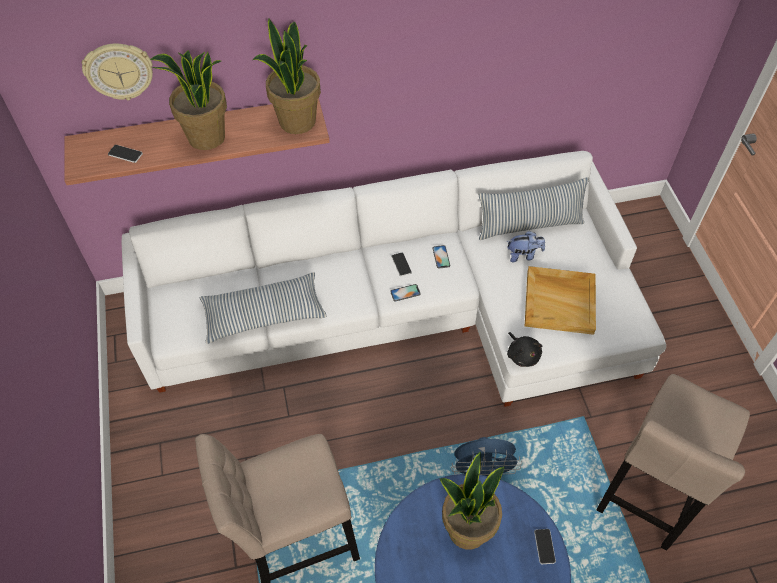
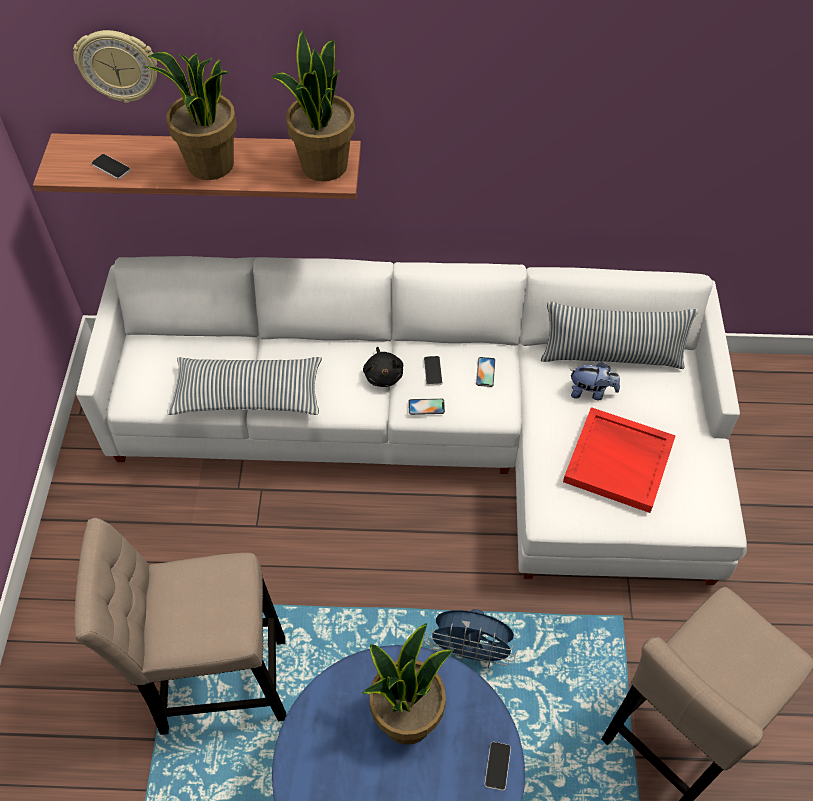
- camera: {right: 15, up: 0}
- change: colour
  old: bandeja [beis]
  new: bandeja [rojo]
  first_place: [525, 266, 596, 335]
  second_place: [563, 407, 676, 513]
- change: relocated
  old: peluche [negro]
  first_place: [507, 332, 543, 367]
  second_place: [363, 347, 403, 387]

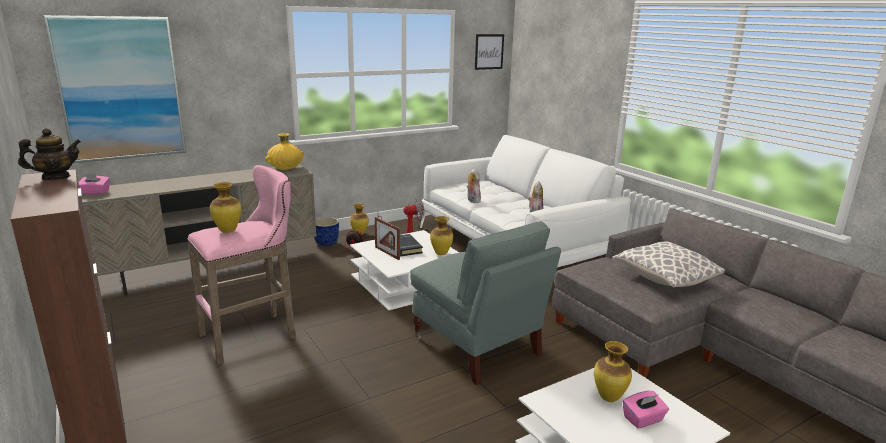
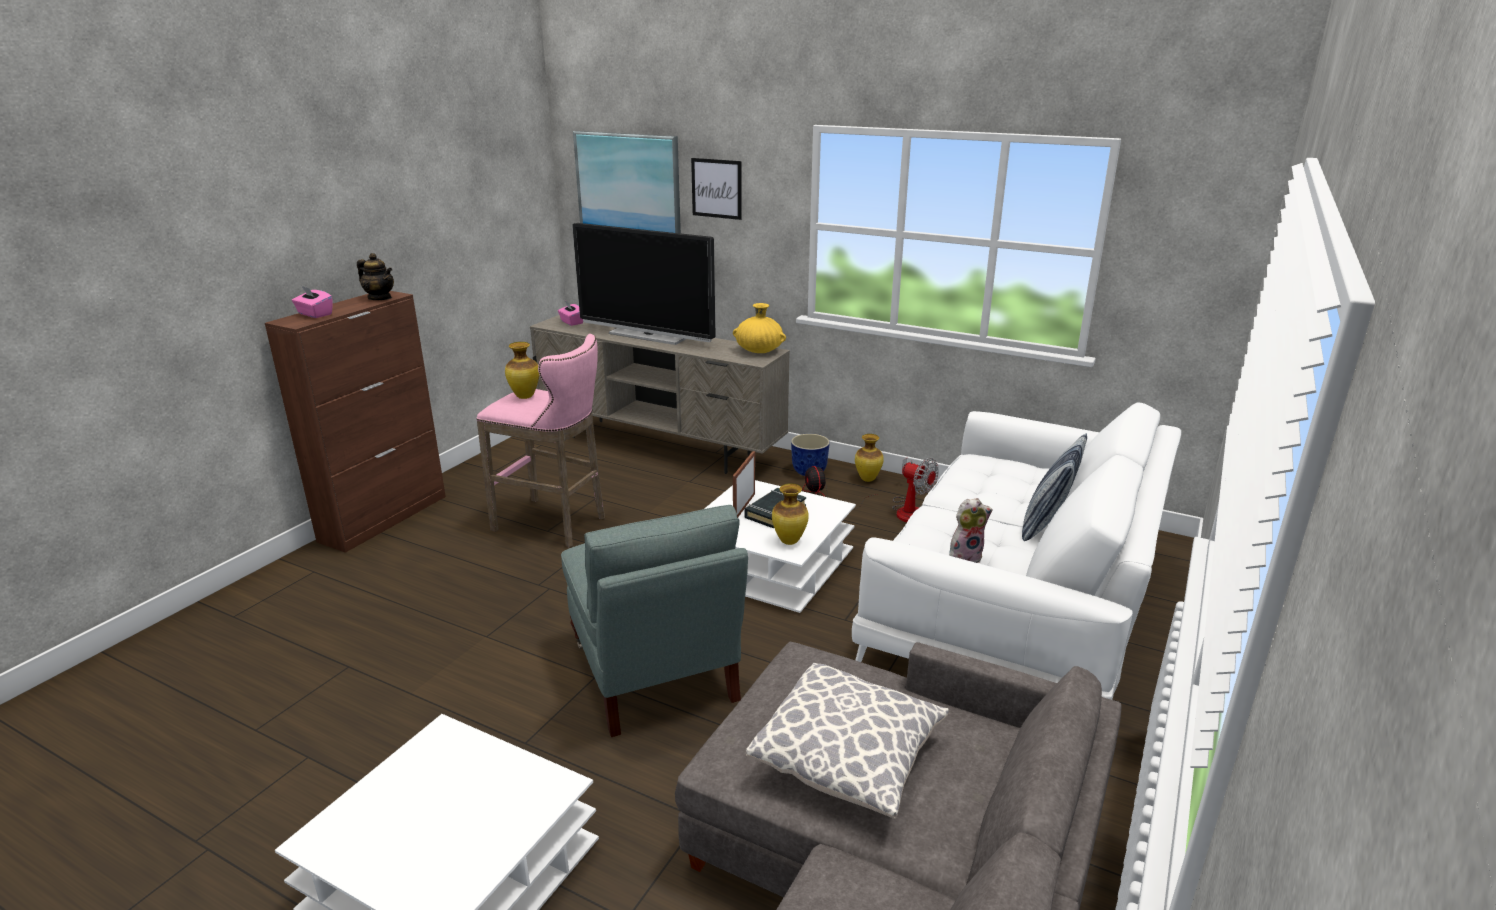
- camera: {right: 60, up: 5}
- change: relocated
  old: cuadro
  first_place: [475, 34, 504, 70]
  second_place: [691, 158, 742, 220]
- change: missing
  old: peluche
  first_place: [467, 169, 481, 203]
- change: spun
  old: sillón [gris]
  first_place: [410, 221, 561, 385]
  second_place: [561, 505, 748, 737]
  degrees: -45
- change: missing
  old: florero
  first_place: [594, 341, 632, 402]
- change: relocated
  old: caja de pañuelos [rosa]
  first_place: [623, 391, 669, 429]
  second_place: [292, 286, 333, 318]
- change: appeared
  new: televisor
  second_place: [572, 223, 716, 345]
- change: appeared
  new: cojín
  second_place: [1022, 434, 1087, 541]

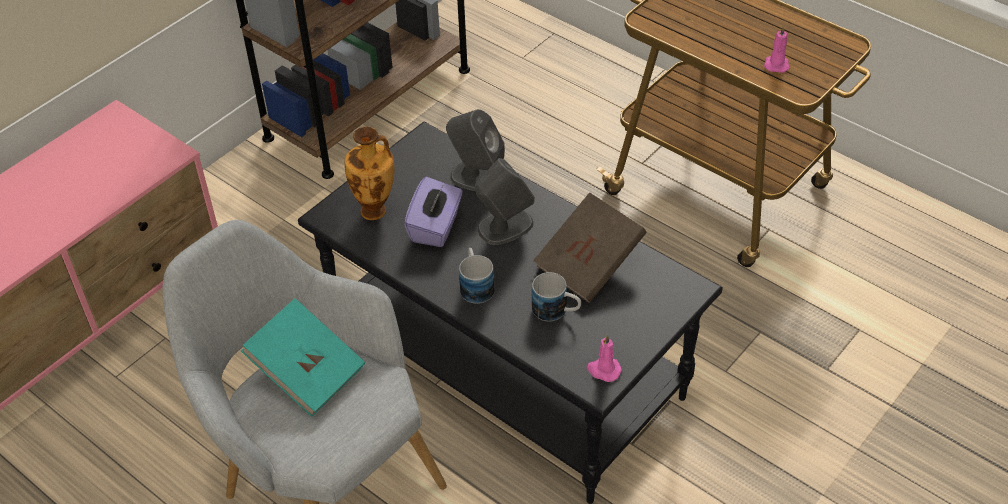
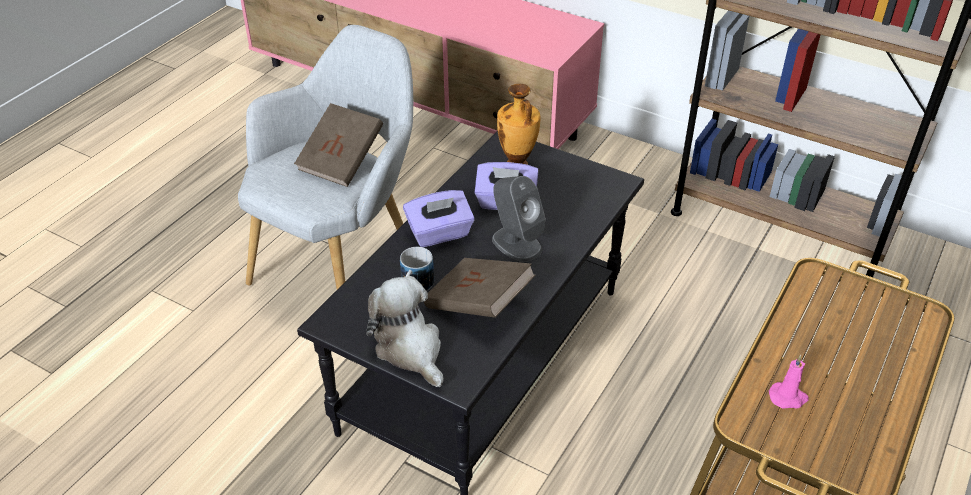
- camera: {right: 80, up: -5}
- change: missing
  old: altavoz [gris]
  first_place: [446, 109, 505, 191]
- change: exchanged
  old: taza grande
  new: caja de pañuelos [morado]
  first_place: [459, 248, 495, 304]
  second_place: [403, 190, 475, 247]
- change: colour
  old: libro [turquesa]
  new: libro [marrón]
  first_place: [241, 298, 365, 417]
  second_place: [294, 103, 383, 187]
- change: missing
  old: vela [rosa]
  first_place: [587, 334, 622, 382]
- change: appeared
  new: peluche
  second_place: [366, 276, 444, 387]

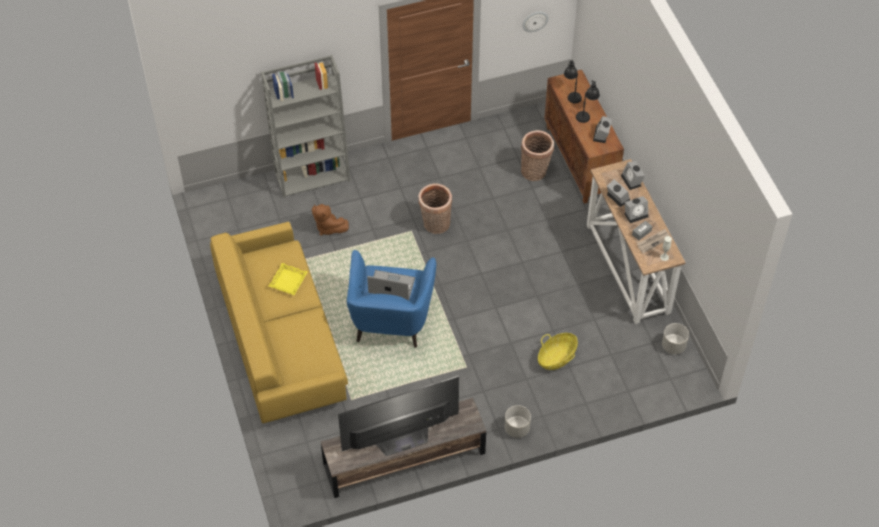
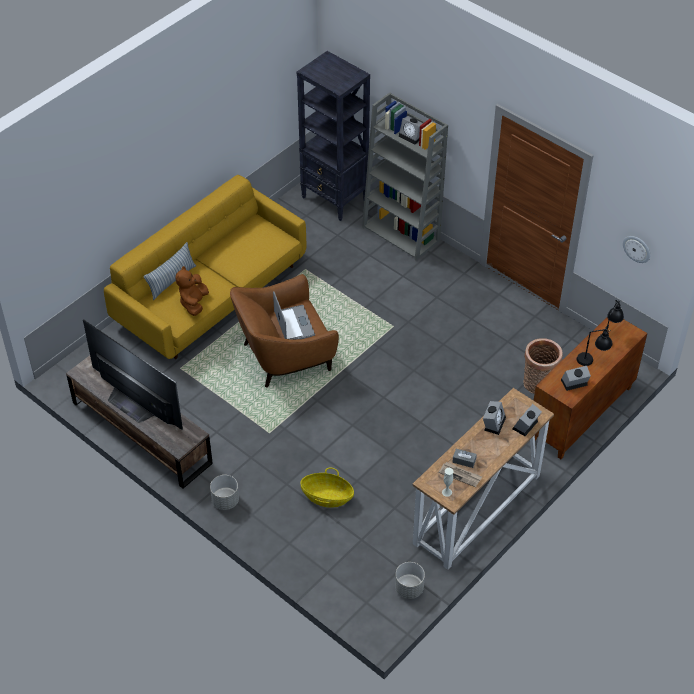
- camera: {right: 60, up: -5}
- change: missing
  old: cesta
  first_place: [419, 183, 453, 234]
- change: relocated
  old: despertador
  first_place: [624, 196, 648, 223]
  second_place: [399, 116, 423, 144]
- change: relocated
  old: peluche [marrón]
  first_place: [312, 204, 349, 236]
  second_place: [175, 266, 209, 316]
- change: colour
  old: sillón [azul]
  new: sillón [marrón]
  first_place: [347, 250, 436, 348]
  second_place: [230, 274, 339, 388]
- change: missing
  old: bandeja [amarillo]
  first_place: [269, 263, 308, 295]
- change: appeared
  new: estantería [negro]
  second_place: [297, 51, 370, 221]
- change: appeared
  new: cojín
  second_place: [143, 242, 196, 300]

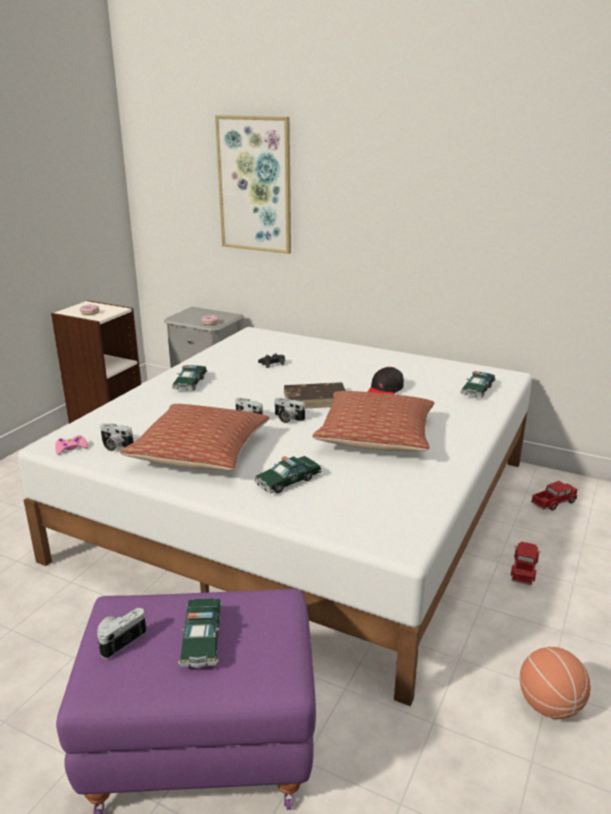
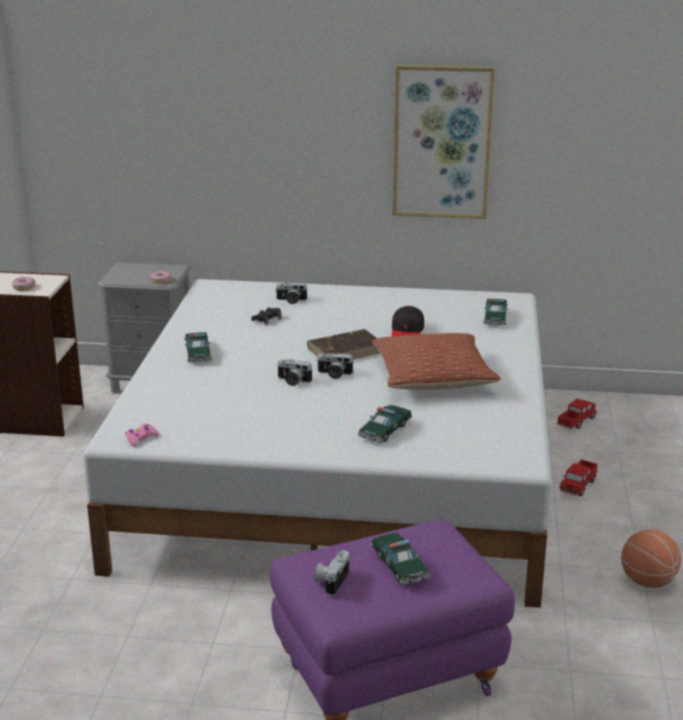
- camera: {right: -20, up: 0}
- change: relocated
  old: cuadro
  first_place: [215, 115, 291, 254]
  second_place: [393, 65, 495, 219]
- change: missing
  old: cojín
  first_place: [120, 404, 270, 470]
- change: relocated
  old: cámara
  first_place: [100, 423, 134, 451]
  second_place: [275, 282, 308, 304]
- change: spun
  old: camión de juguete
  first_place: [511, 542, 540, 586]
  second_place: [560, 459, 598, 496]
  degrees: -150

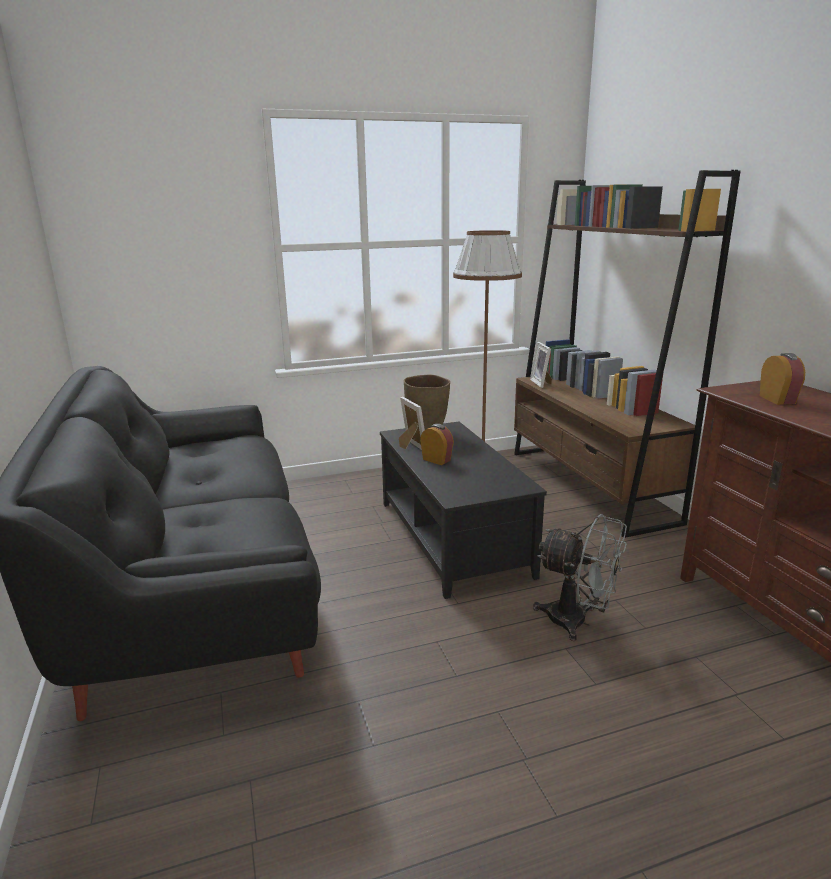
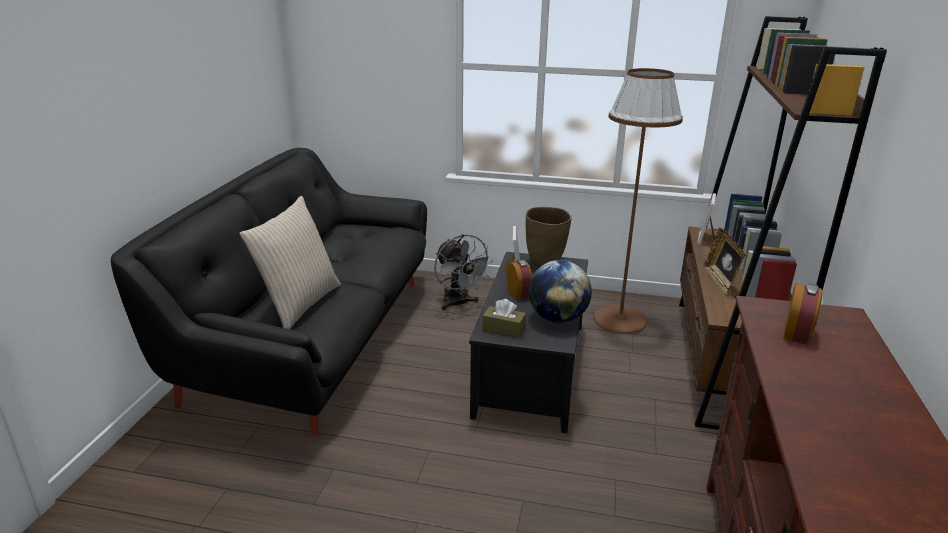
- camera: {right: 30, up: 5}
- change: relocated
  old: ventilador [gris]
  first_place: [533, 514, 627, 641]
  second_place: [434, 234, 494, 310]
- change: appeared
  new: cojín [beis]
  second_place: [240, 196, 341, 329]
- change: appeared
  new: portarretratos
  second_place: [703, 228, 745, 295]
- change: appeared
  new: globo terráqueo
  second_place: [529, 260, 592, 323]
- change: appeared
  new: caja de pañuelos [marrón]
  second_place: [482, 299, 526, 337]

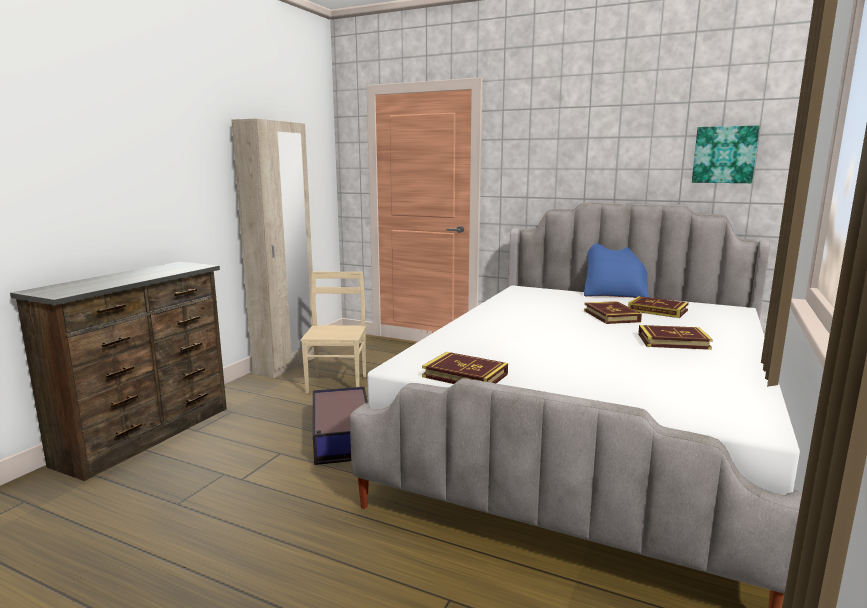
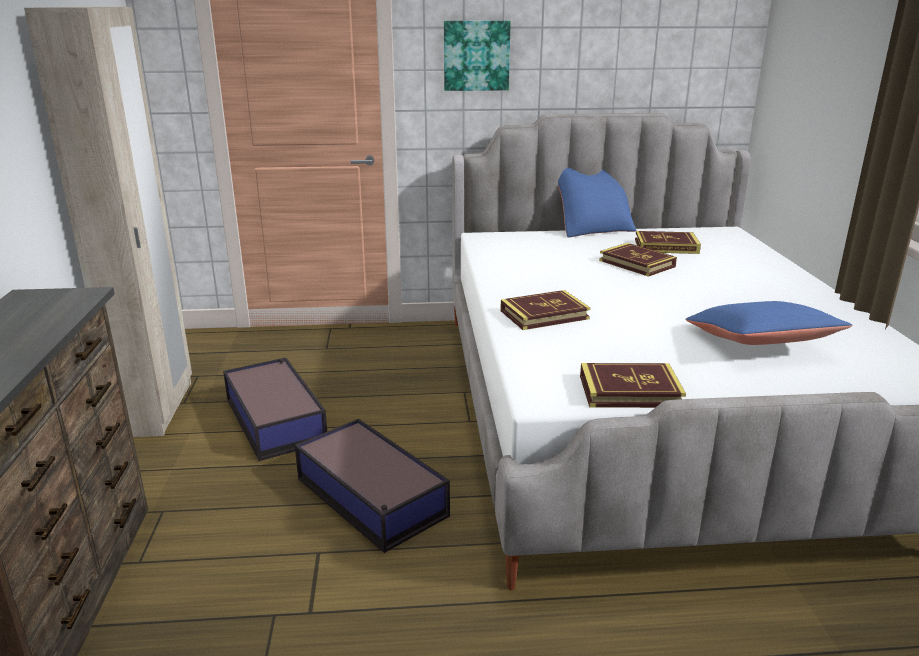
- camera: {right: -30, up: 10}
- change: relocated
  old: cuadro
  first_place: [692, 125, 760, 183]
  second_place: [444, 21, 511, 91]
- change: exchanged
  old: silla [beis]
  new: caja de almacenaje
  first_place: [301, 272, 366, 393]
  second_place: [223, 357, 327, 461]
- change: relocated
  old: libro
  first_place: [638, 325, 713, 350]
  second_place: [500, 290, 590, 330]
- change: appeared
  new: cojín [azul]
  second_place: [686, 301, 853, 345]

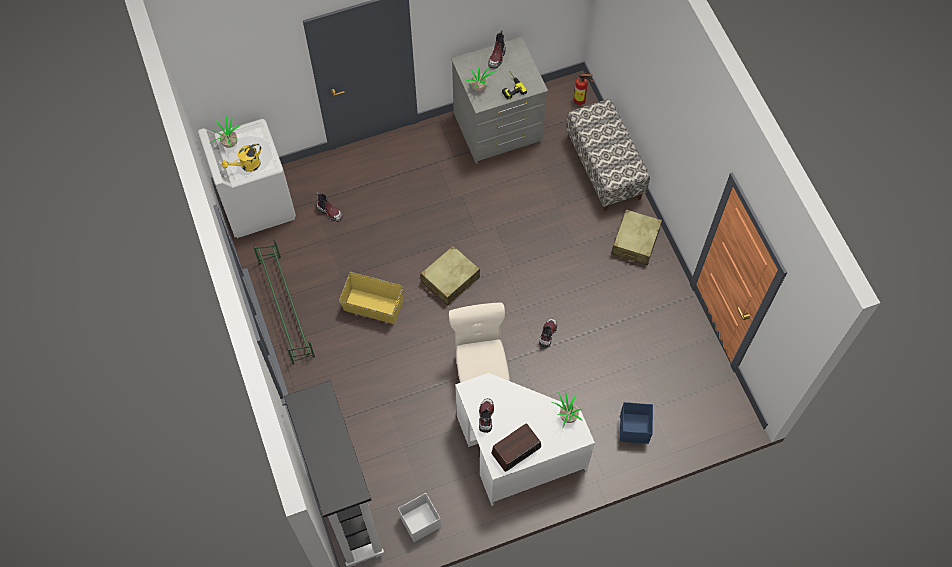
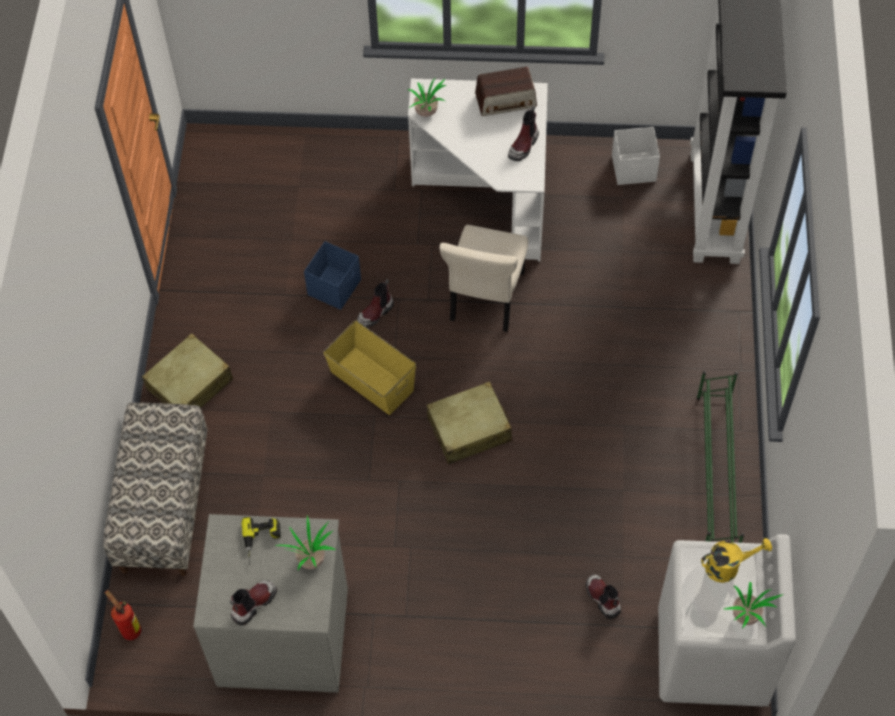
- camera: {right: -155, up: -5}
- change: relocated
  old: caja de almacenaje [amarillo]
  first_place: [339, 272, 403, 324]
  second_place: [323, 320, 416, 415]
- change: relocated
  old: caja de almacenaje [azul]
  first_place: [620, 402, 653, 444]
  second_place: [304, 241, 361, 310]

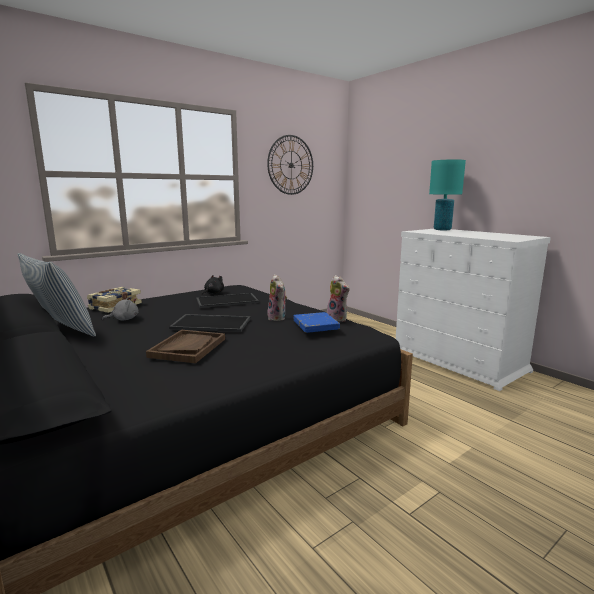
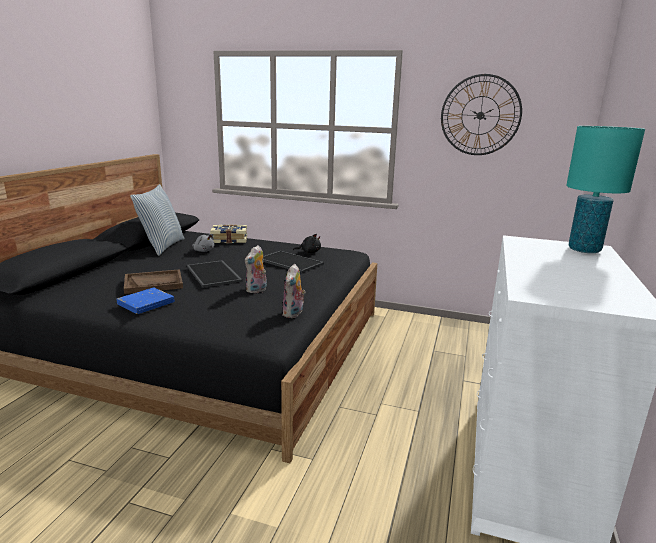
- camera: {right: 55, up: 5}
- change: relocated
  old: libro [azul]
  first_place: [294, 312, 340, 333]
  second_place: [116, 288, 175, 314]

